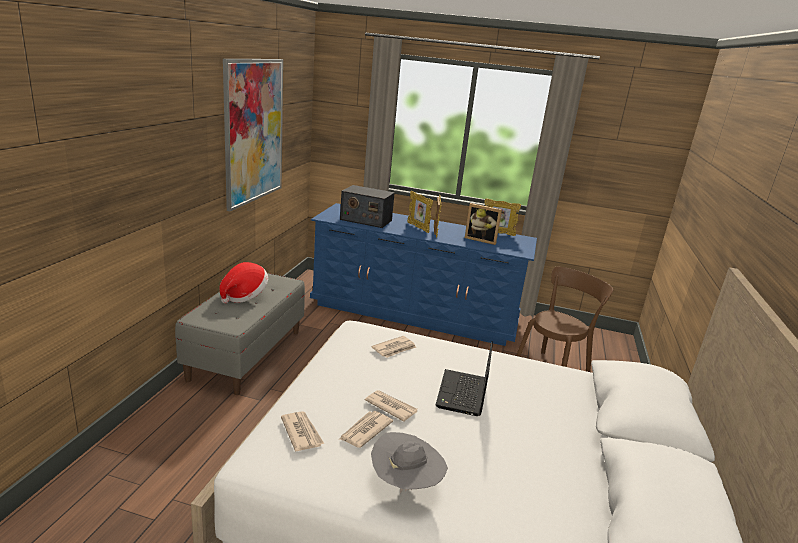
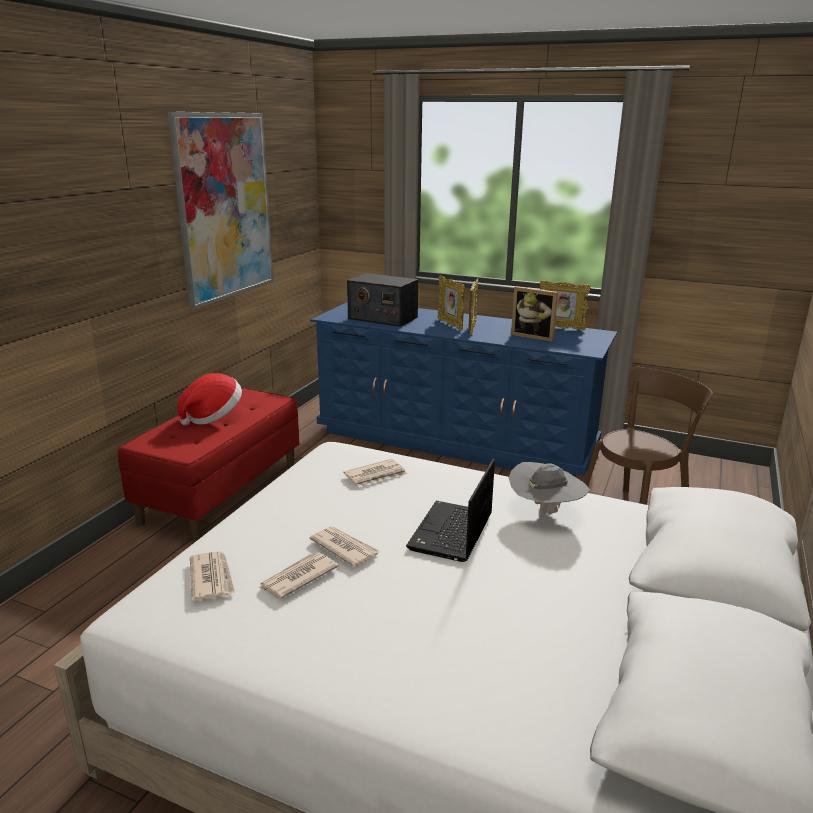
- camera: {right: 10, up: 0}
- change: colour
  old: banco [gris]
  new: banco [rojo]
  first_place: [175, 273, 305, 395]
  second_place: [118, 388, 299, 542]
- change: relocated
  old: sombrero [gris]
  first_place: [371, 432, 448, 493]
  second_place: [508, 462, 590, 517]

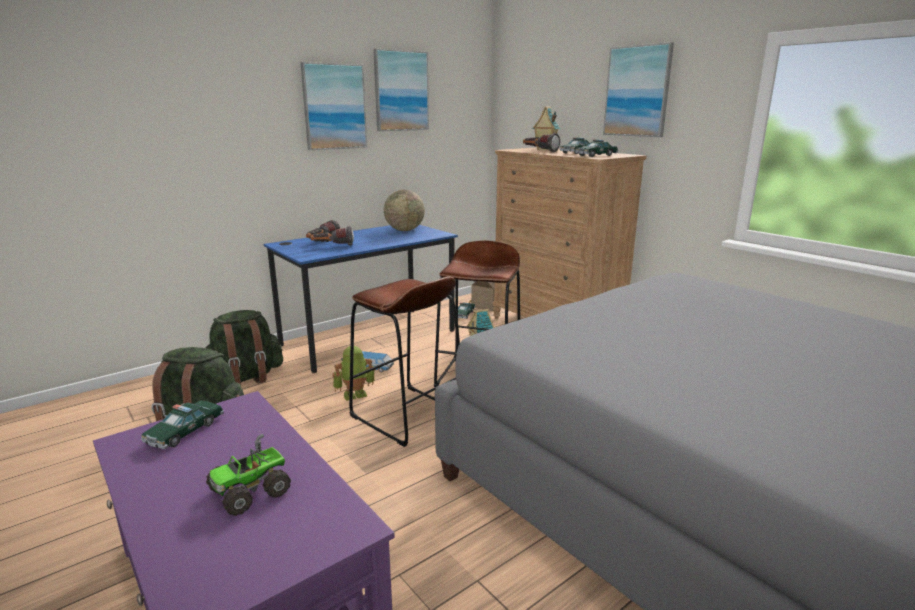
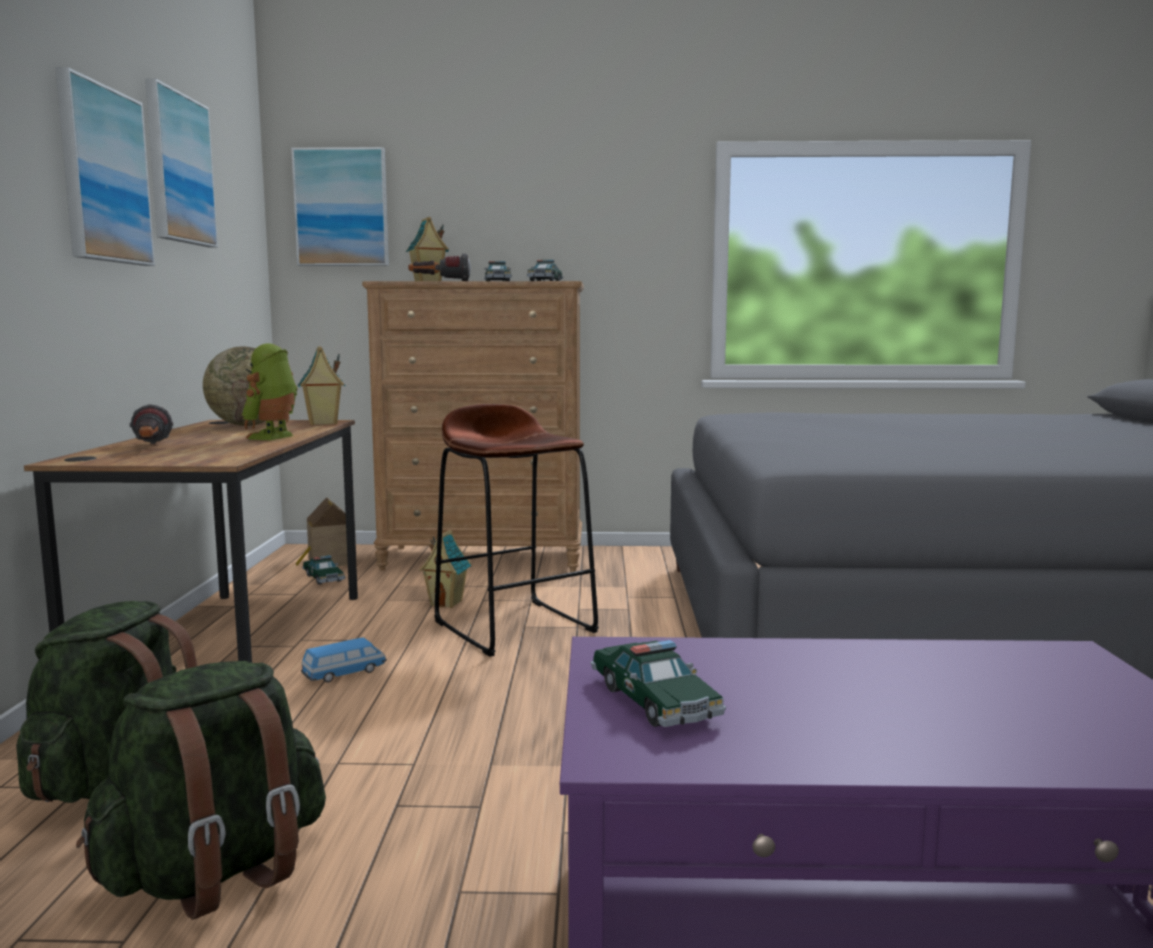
- camera: {right: -50, up: -10}
- change: relocated
  old: cuadro
  first_place: [603, 42, 674, 137]
  second_place: [291, 147, 389, 266]
- change: colour
  old: escritorio [azul]
  new: escritorio [marrón]
  first_place: [264, 225, 458, 373]
  second_place: [24, 420, 358, 662]
- change: missing
  old: linterna
  first_place: [310, 226, 354, 246]
- change: missing
  old: taburete [marrón]
  first_place: [349, 277, 460, 447]
- change: relocated
  old: robot de juguete
  first_place: [332, 346, 376, 401]
  second_place: [242, 343, 297, 440]
- change: missing
  old: camión de juguete
  first_place: [206, 434, 291, 516]
- change: appeared
  new: casita
  second_place: [298, 346, 345, 425]

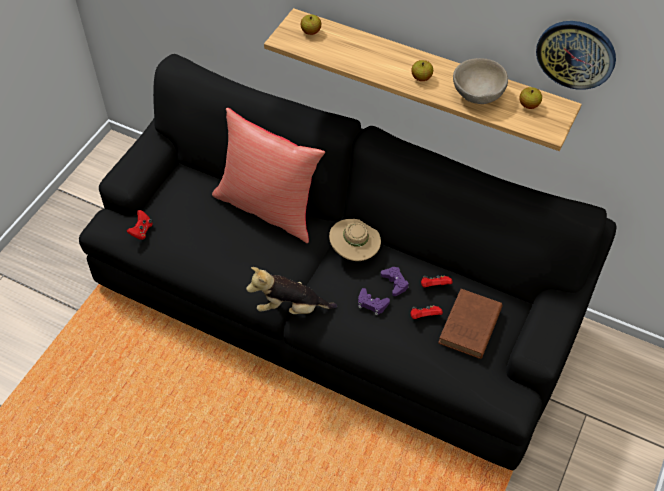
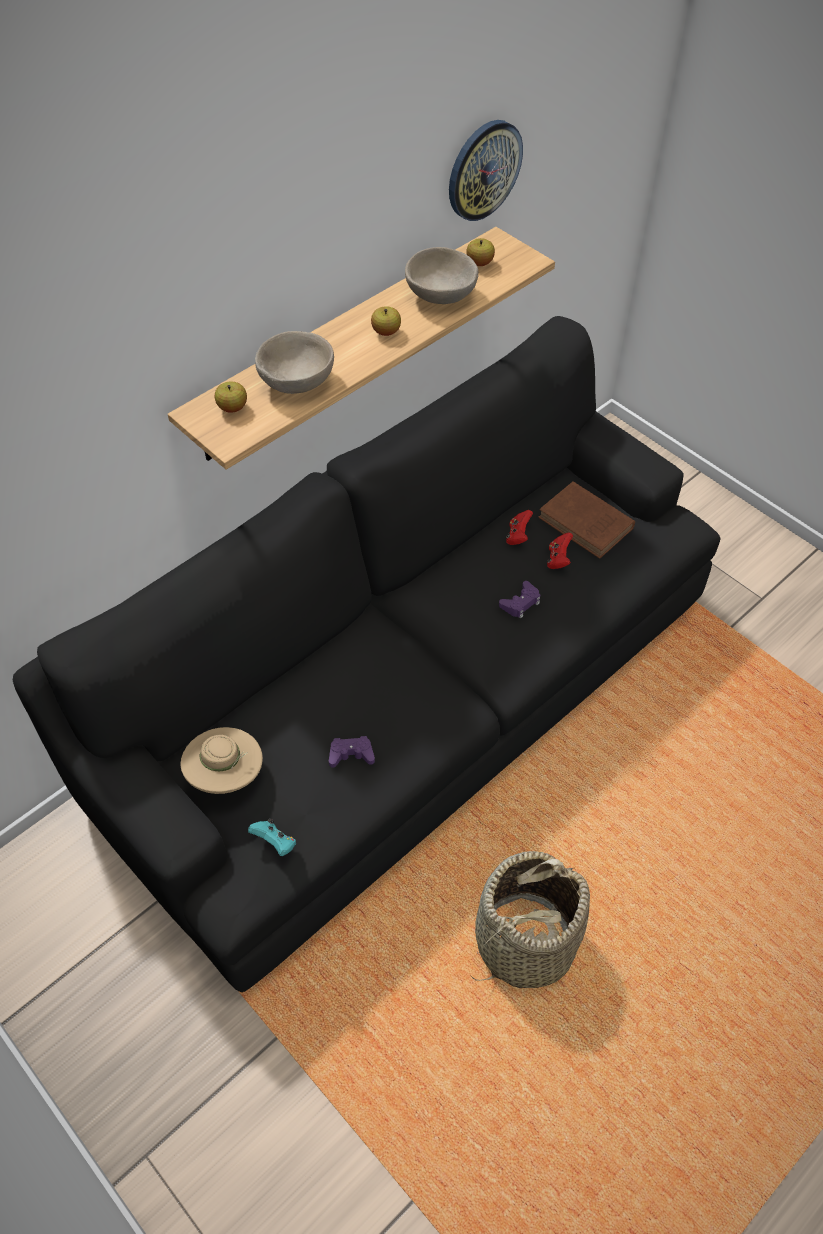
- camera: {right: -70, up: 0}
- change: missing
  old: cojín [rojo]
  first_place: [212, 108, 325, 243]
- change: colour
  old: mando de consola [rojo]
  new: mando de consola [turquesa]
  first_place: [127, 210, 153, 240]
  second_place: [248, 819, 296, 856]
- change: relocated
  old: sombrero [beis]
  first_place: [329, 219, 381, 261]
  second_place: [181, 727, 263, 794]
- change: missing
  old: peluche
  first_place: [246, 267, 337, 314]
- change: relocated
  old: mando de consola [morado]
  first_place: [381, 267, 409, 296]
  second_place: [329, 736, 375, 767]
- change: appeared
  new: cuenco [beis]
  second_place: [255, 331, 334, 394]
- change: appeared
  new: cesta
  second_place: [470, 851, 590, 988]

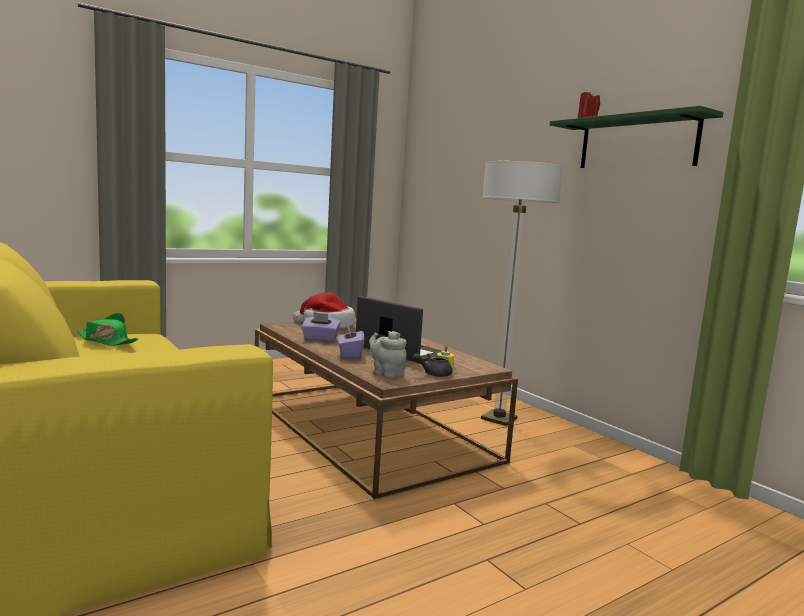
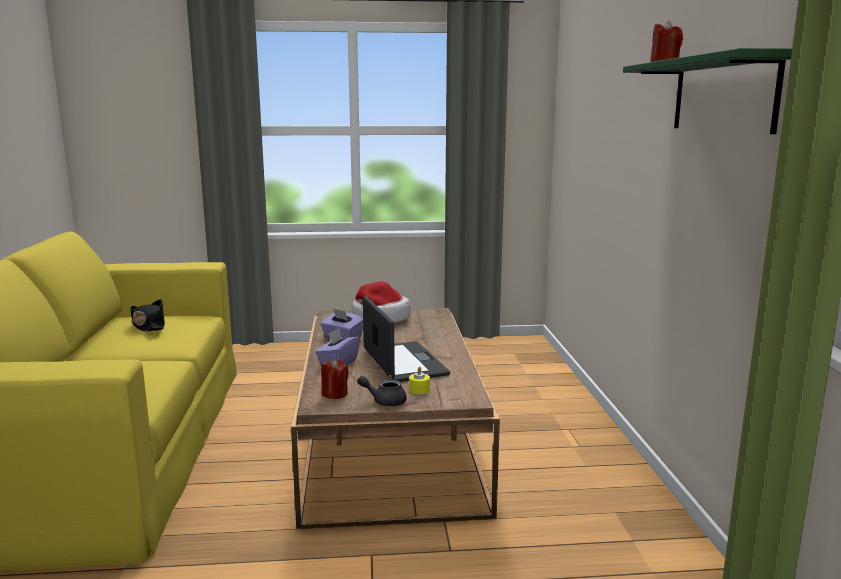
- camera: {right: 30, up: 5}
- change: missing
  old: lámpara de pie
  first_place: [481, 161, 563, 426]
- change: colour
  old: sombrero [verde]
  new: sombrero [negro]
  first_place: [78, 313, 138, 346]
  second_place: [130, 299, 165, 332]
- change: exchanged
  old: tetera [gris]
  new: vela [rojo]
  first_place: [369, 331, 407, 378]
  second_place: [321, 359, 349, 399]

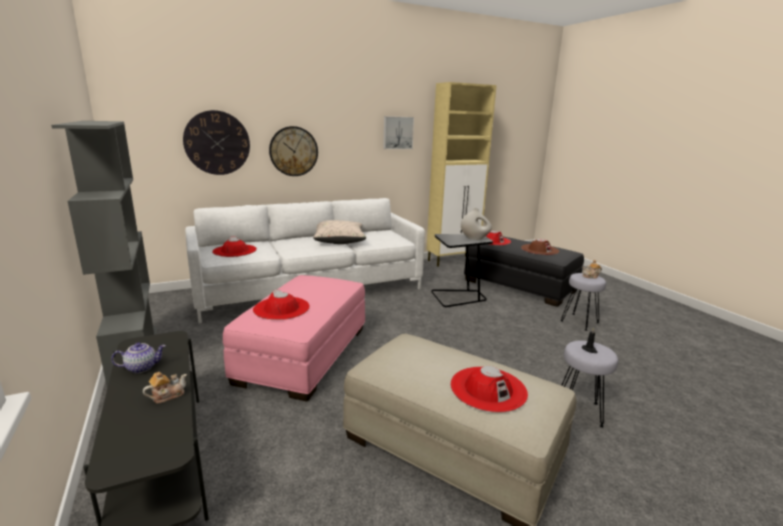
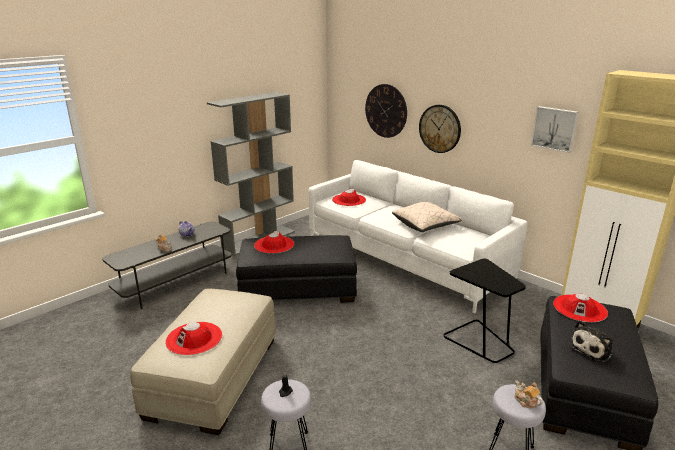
- camera: {right: 70, up: 5}
- change: missing
  old: florero [blanco]
  first_place: [461, 208, 492, 240]
- change: exchanged
  old: sombrero [marrón]
  new: peluche
  first_place: [521, 239, 559, 255]
  second_place: [569, 320, 613, 362]
- change: colour
  old: puf [rosa]
  new: puf [negro]
  first_place: [223, 275, 365, 401]
  second_place: [236, 235, 357, 303]

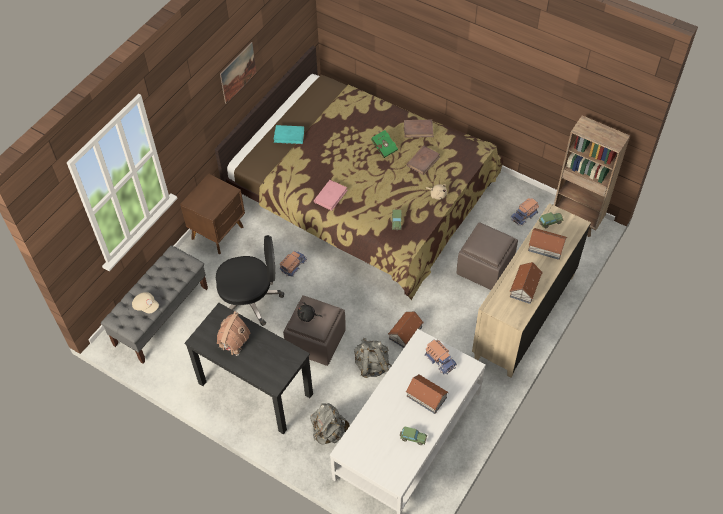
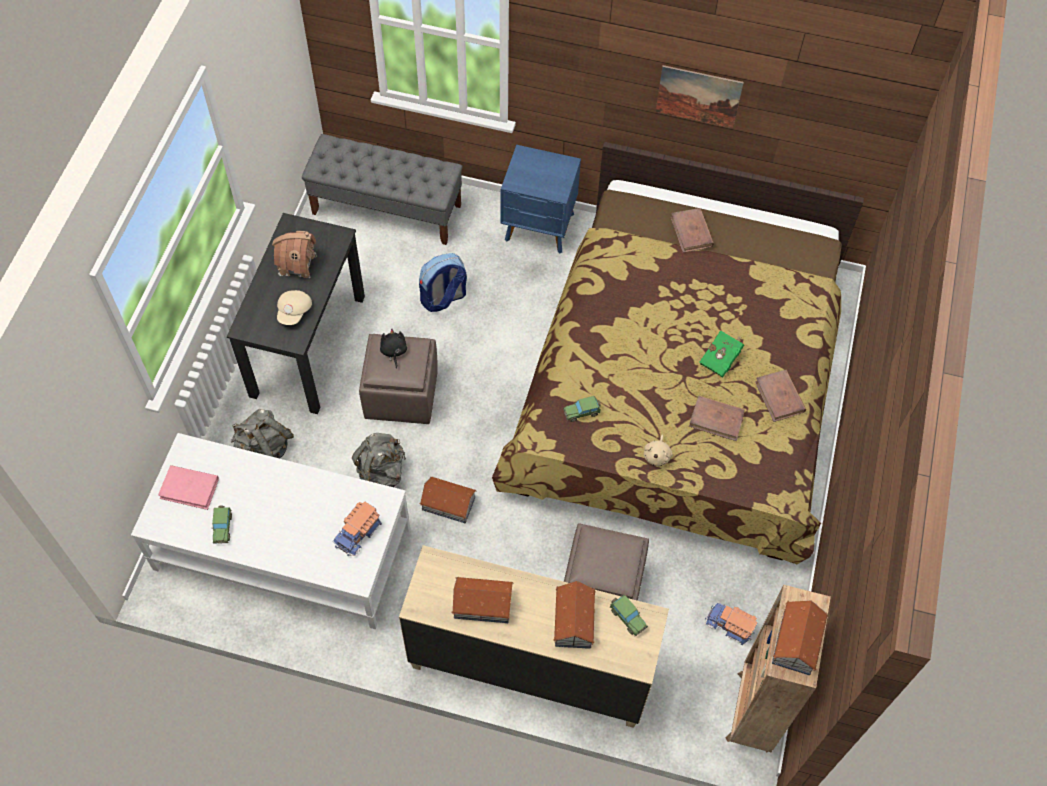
- camera: {right: 70, up: 5}
- change: colour
  old: libro [turquesa]
  new: libro [marrón]
  first_place: [273, 125, 304, 144]
  second_place: [671, 208, 714, 253]
- change: colour
  old: mesita de noche [marrón]
  new: mesita de noche [azul]
  first_place: [180, 173, 245, 254]
  second_place: [500, 145, 581, 254]
- change: relocated
  old: libro [rosa]
  first_place: [314, 180, 348, 211]
  second_place: [158, 465, 219, 510]
- change: exchanged
  old: silla de oficina [negro]
  new: mochila
  first_place: [216, 235, 284, 326]
  second_place: [419, 253, 467, 312]
- change: missing
  old: camión de juguete
  first_place: [280, 251, 308, 277]
- change: relocated
  old: gorra [beis]
  first_place: [132, 292, 159, 314]
  second_place: [277, 290, 312, 325]
- change: relocated
  old: casita
  first_place: [406, 374, 449, 414]
  second_place: [772, 600, 828, 675]

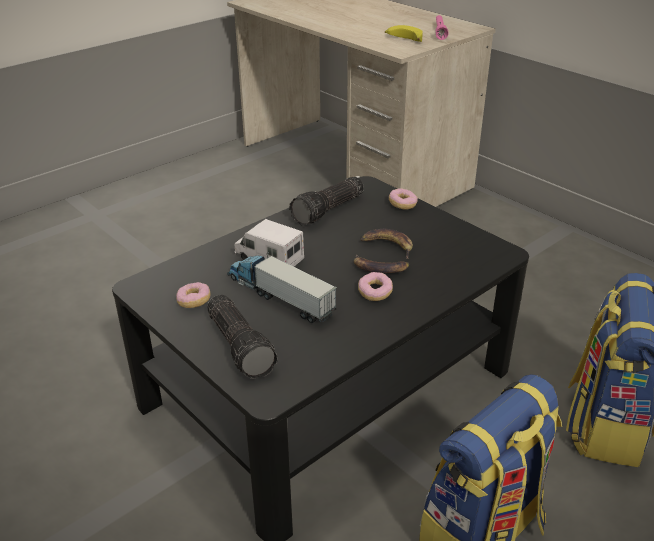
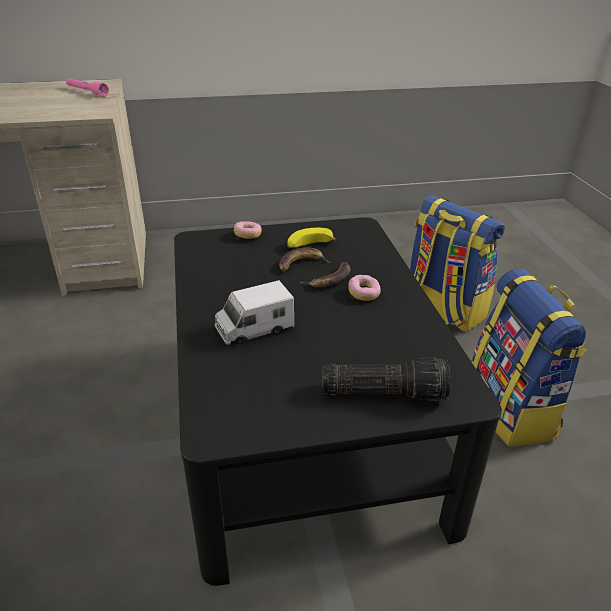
- camera: {right: -60, up: 0}
- change: relocated
  old: plátano
  first_place: [385, 25, 423, 42]
  second_place: [288, 228, 336, 248]
- change: missing
  old: linterna
  first_place: [289, 177, 364, 225]
- change: missing
  old: camión de juguete
  first_place: [227, 252, 337, 323]
- change: missing
  old: rosquilla
  first_place: [176, 282, 211, 308]

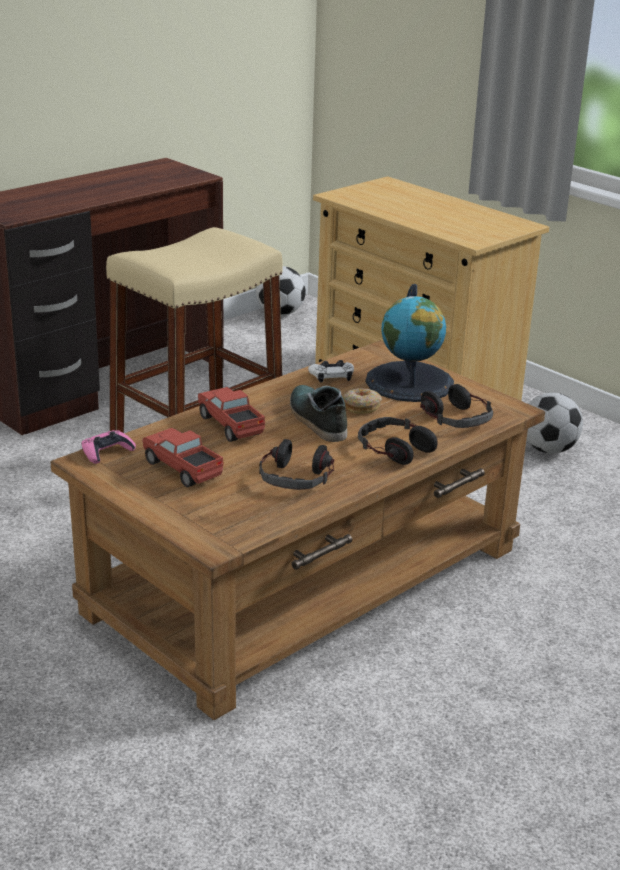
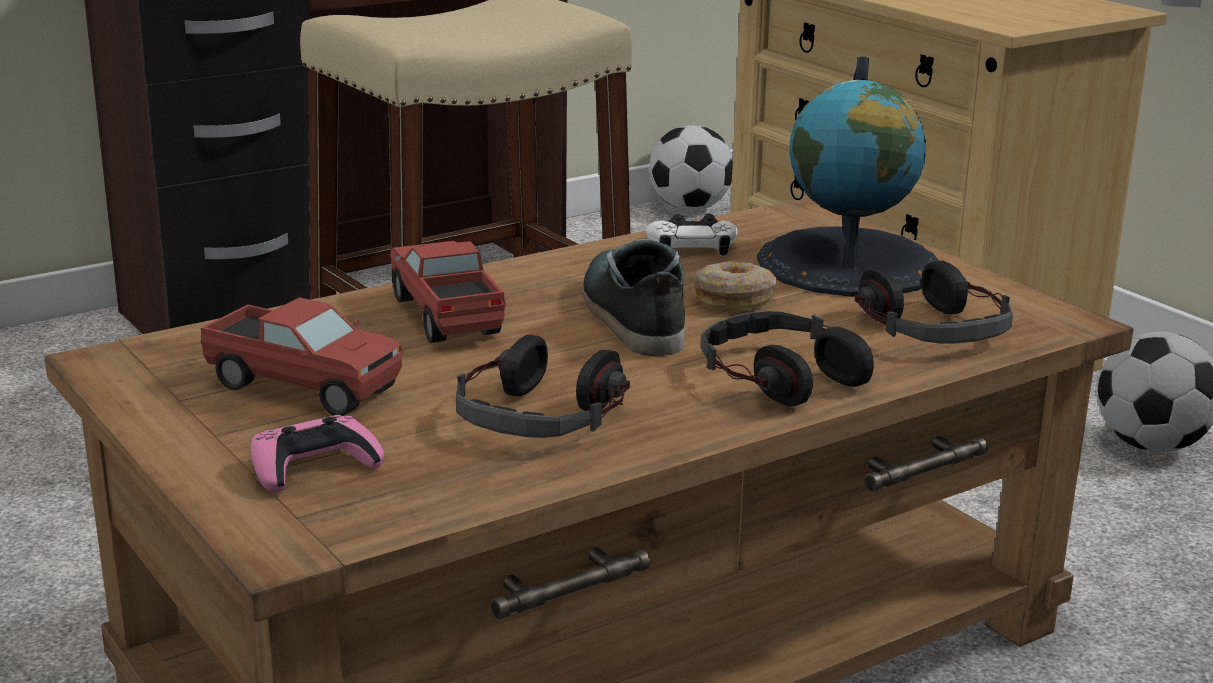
- camera: {right: 10, up: -5}
- change: spun
  old: camión de juguete
  first_place: [142, 428, 224, 487]
  second_place: [201, 297, 402, 416]
  degrees: 150
- change: relocated
  old: mando de consola [rosa]
  first_place: [81, 430, 136, 464]
  second_place: [250, 415, 384, 493]

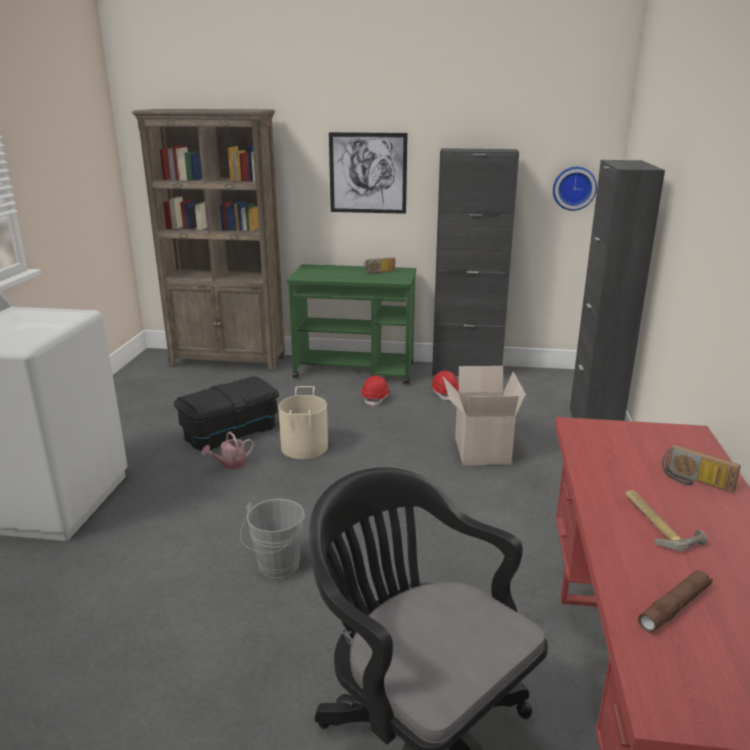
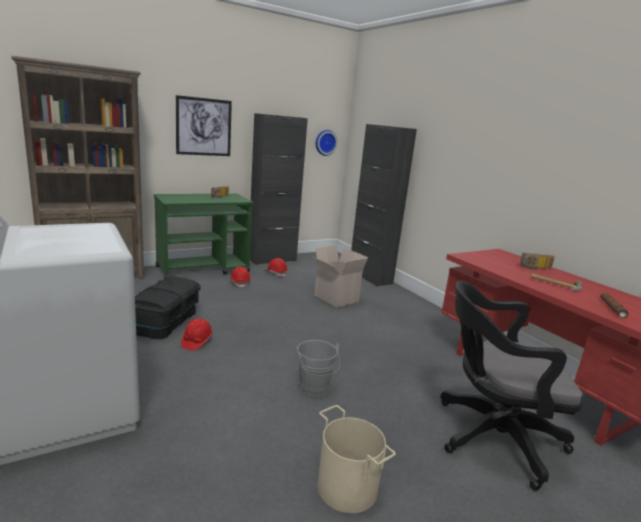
- camera: {right: -40, up: -5}
- change: relocated
  old: cubo [beis]
  first_place: [278, 386, 328, 459]
  second_place: [318, 405, 396, 513]
- change: exchanged
  old: regadera
  new: casco [rojo]
  first_place: [201, 431, 254, 469]
  second_place: [181, 318, 213, 351]

